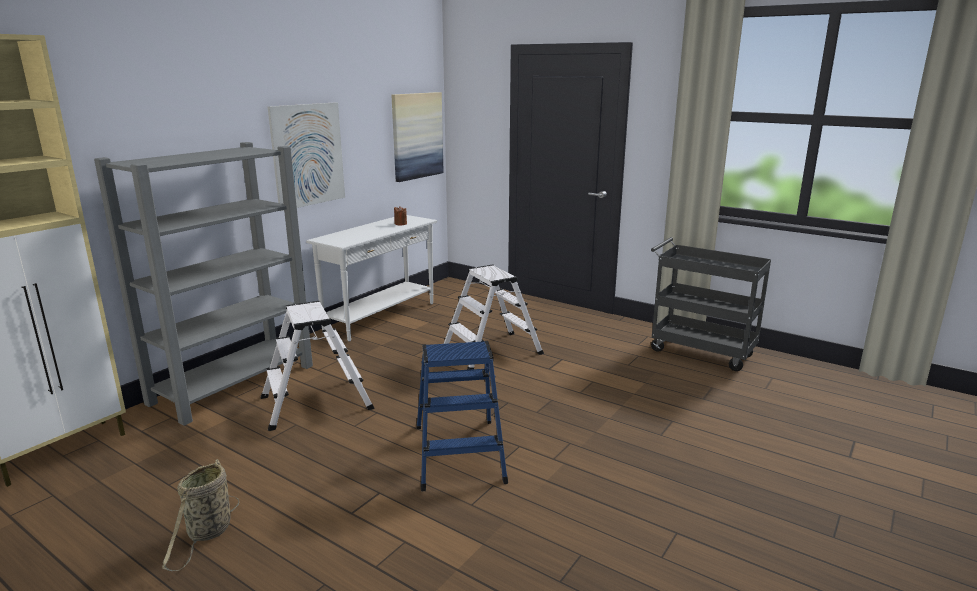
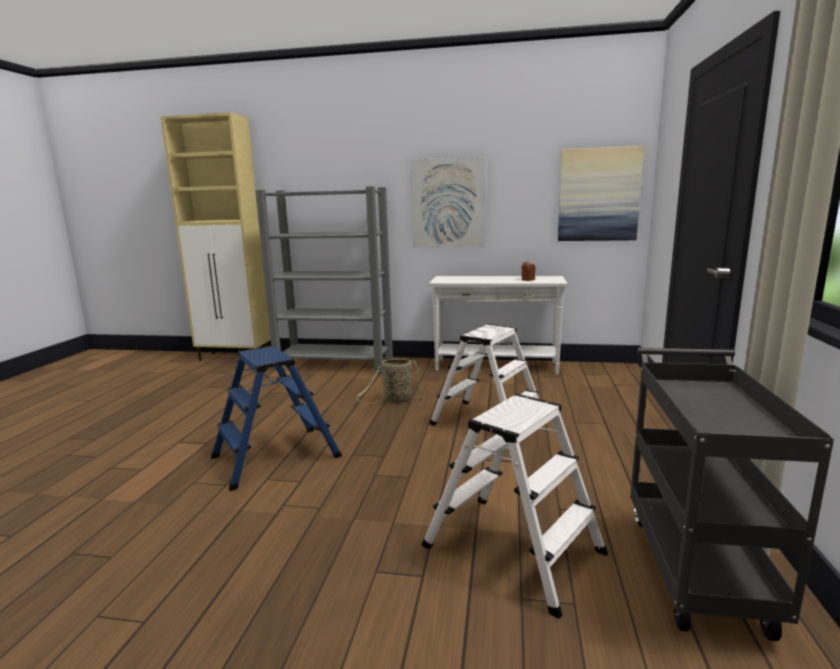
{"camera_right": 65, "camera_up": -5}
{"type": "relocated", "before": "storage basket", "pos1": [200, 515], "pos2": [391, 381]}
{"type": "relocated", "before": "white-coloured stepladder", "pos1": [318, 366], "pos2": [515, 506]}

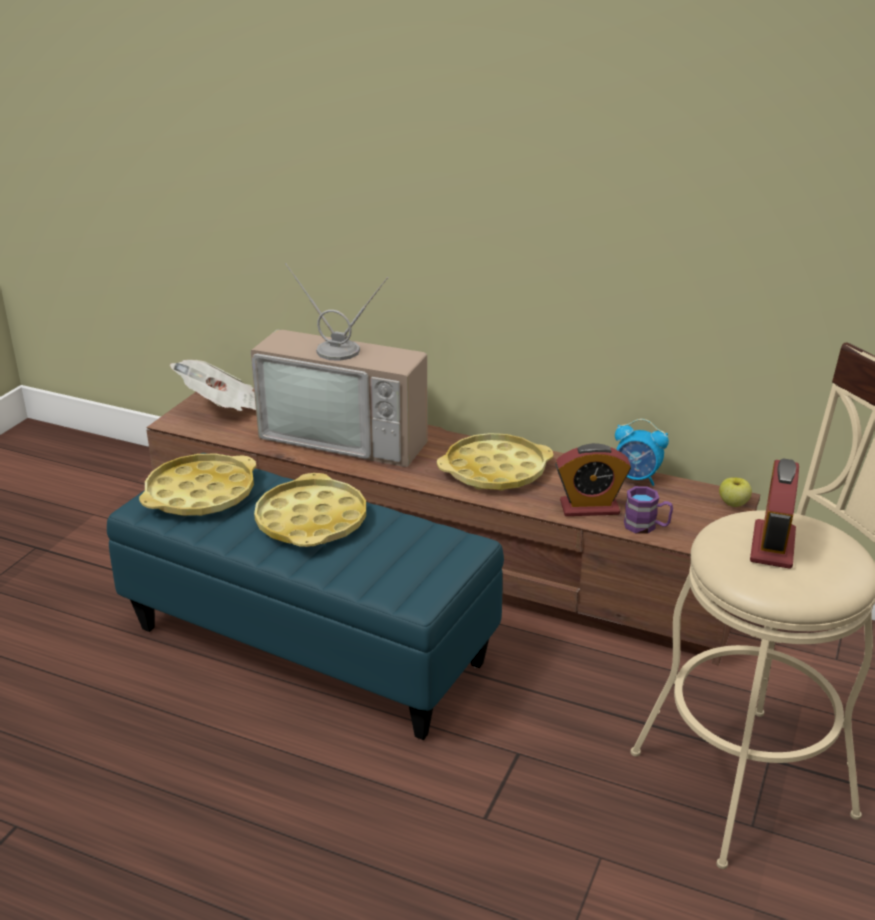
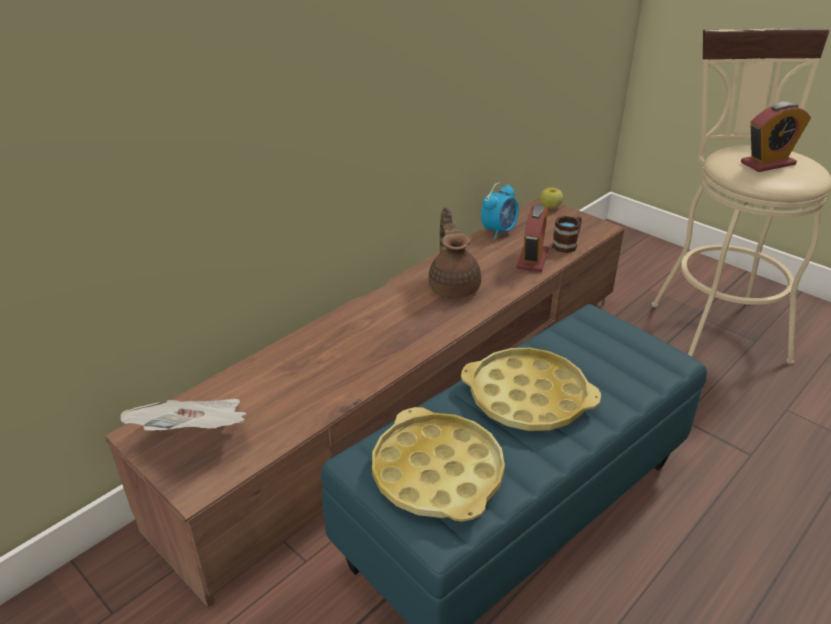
{"camera_right": -70, "camera_up": 5}
{"type": "exchanged", "before": "yellow-coloured carrying tray", "after": "brown-coloured teapot", "pos1": [495, 462], "pos2": [454, 253]}
{"type": "colour", "before": "purple-coloured mug", "after": "brown-coloured mug", "pos1": [648, 510], "pos2": [567, 234]}
{"type": "spun", "before": "bedside clock", "pos1": [774, 513], "pos2": [776, 136], "turn": -60}
{"type": "missing", "before": "TV", "pos1": [339, 365]}

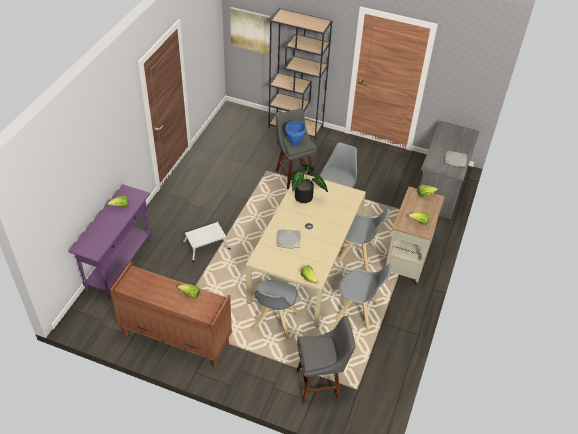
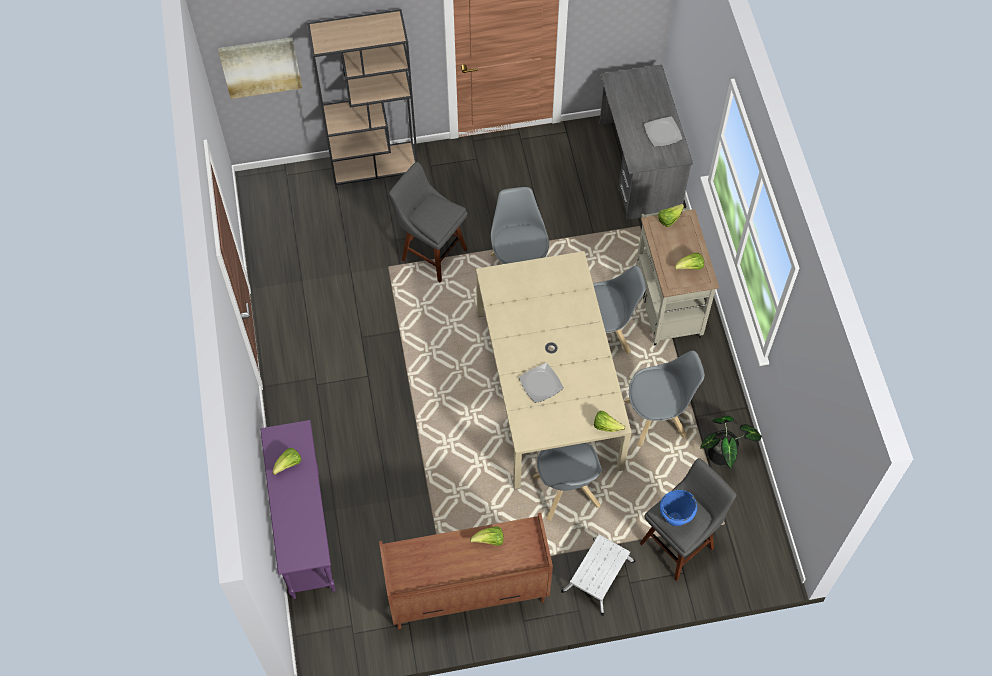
{"camera_right": -30, "camera_up": 15}
{"type": "relocated", "before": "white-coloured stepladder", "pos1": [206, 242], "pos2": [598, 575]}
{"type": "relocated", "before": "blue cooking pot", "pos1": [295, 133], "pos2": [678, 508]}
{"type": "relocated", "before": "plant in a pot", "pos1": [308, 183], "pos2": [731, 442]}

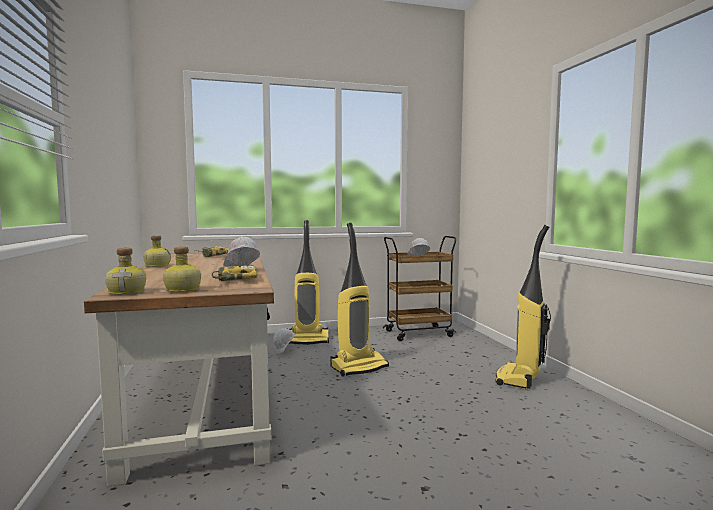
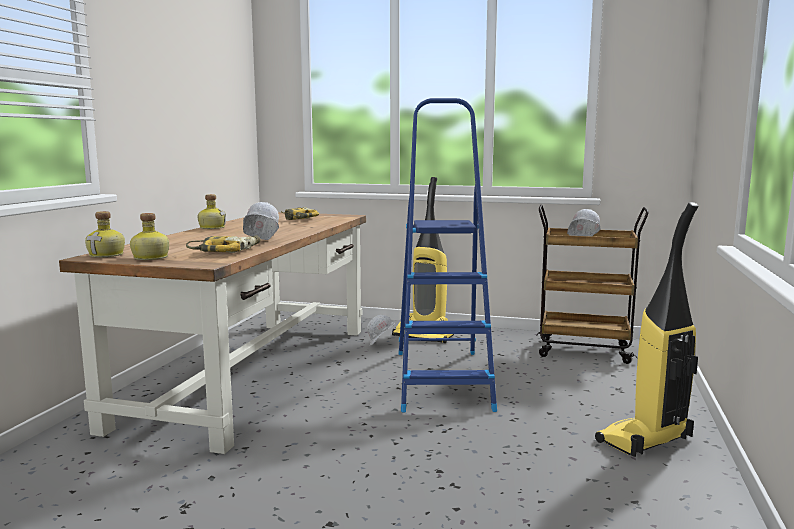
{"camera_right": 30, "camera_up": 5}
{"type": "exchanged", "before": "vacuum cleaner", "after": "blue stepladder", "pos1": [359, 300], "pos2": [448, 255]}

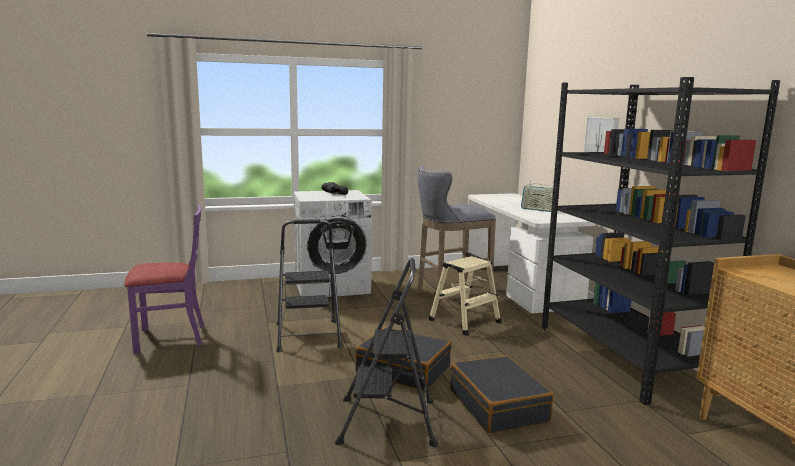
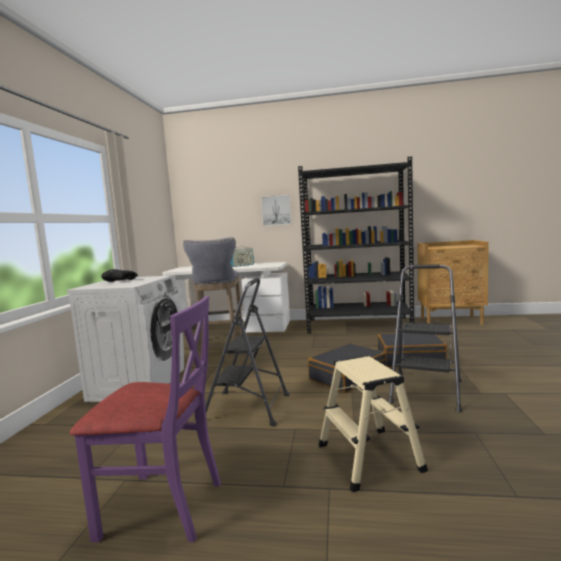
{"camera_right": -65, "camera_up": -5}
{"type": "spun", "before": "purple-coloured plain chair", "pos1": [164, 279], "pos2": [145, 419], "turn": 90}
{"type": "relocated", "before": "beige stepladder", "pos1": [464, 296], "pos2": [373, 423]}

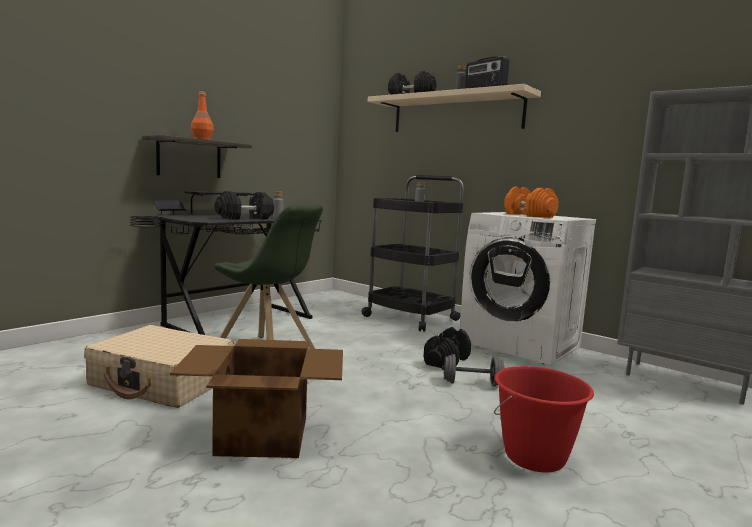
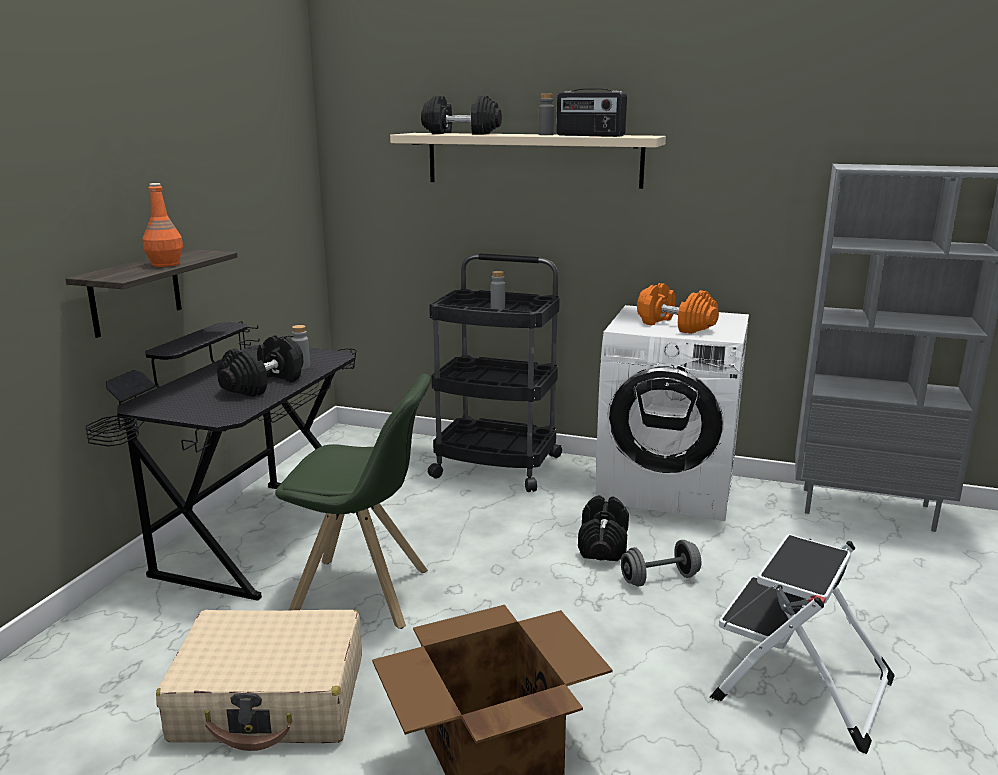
{"camera_right": -20, "camera_up": 10}
{"type": "exchanged", "before": "reddish water bucket", "after": "stepladder", "pos1": [544, 419], "pos2": [802, 644]}

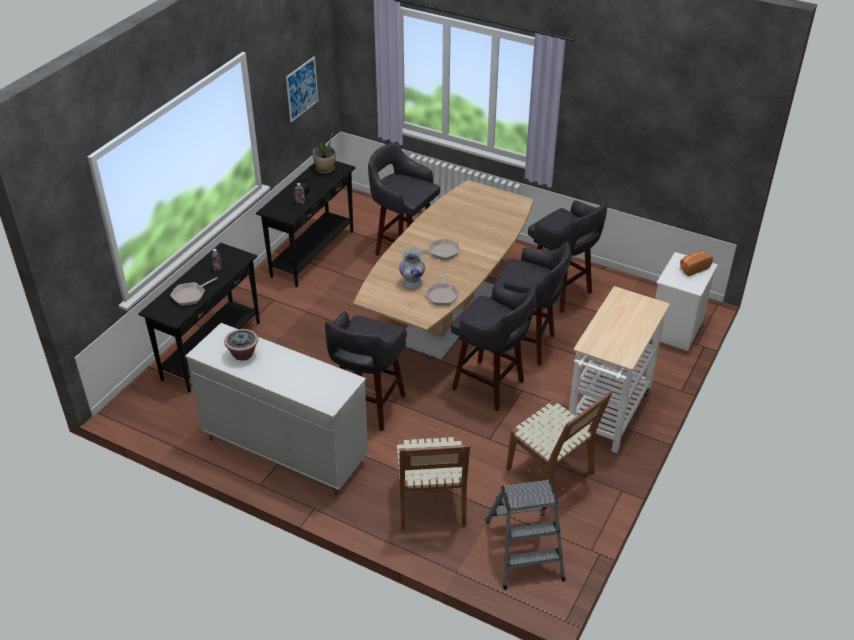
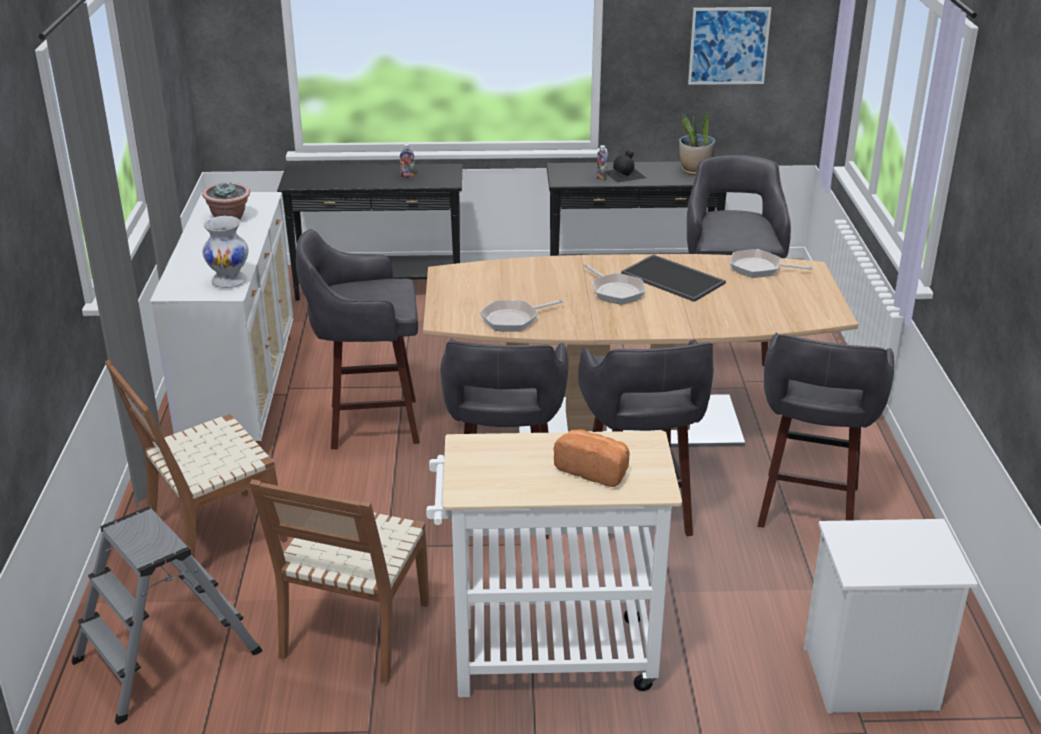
{"camera_right": 60, "camera_up": -10}
{"type": "relocated", "before": "white-coloured decorative vase", "pos1": [412, 268], "pos2": [225, 252]}
{"type": "relocated", "before": "baked bread", "pos1": [696, 263], "pos2": [592, 458]}
{"type": "appeared", "after": "carrying tray", "pos2": [673, 278]}
{"type": "relocated", "before": "frying pan", "pos1": [194, 291], "pos2": [771, 263]}

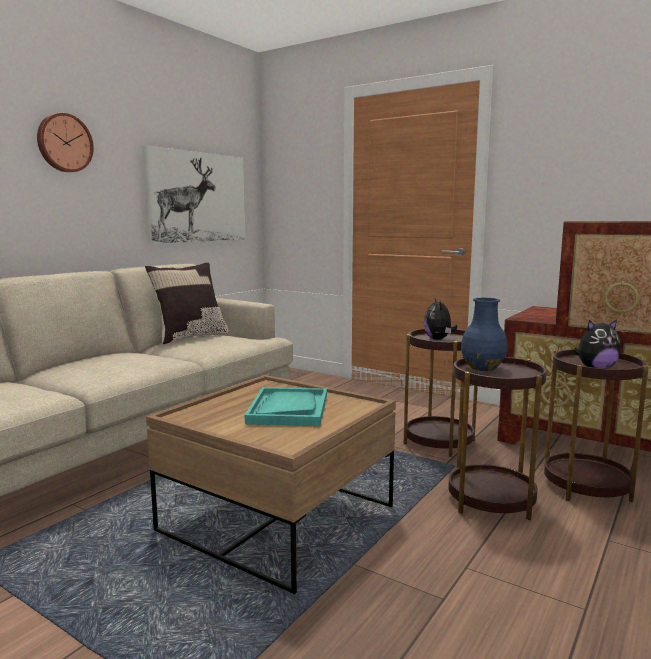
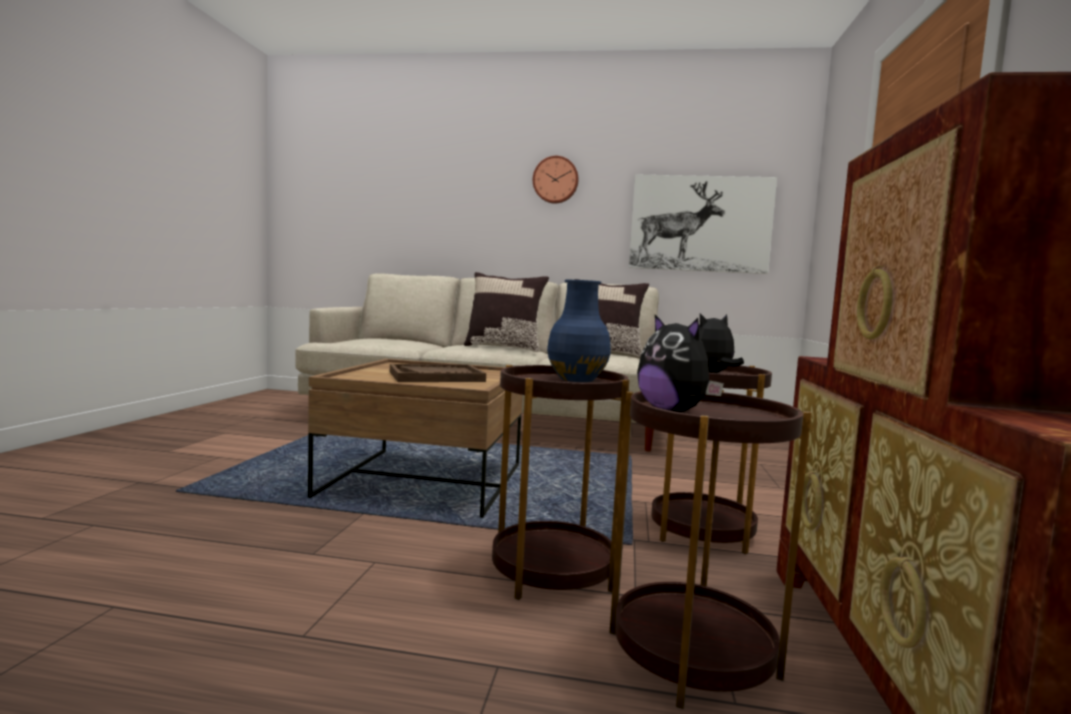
{"camera_right": 65, "camera_up": -5}
{"type": "colour", "before": "turquoise carrying tray", "after": "brown-coloured carrying tray", "pos1": [286, 406], "pos2": [438, 373]}
{"type": "appeared", "after": "throw pillow", "pos2": [506, 312]}

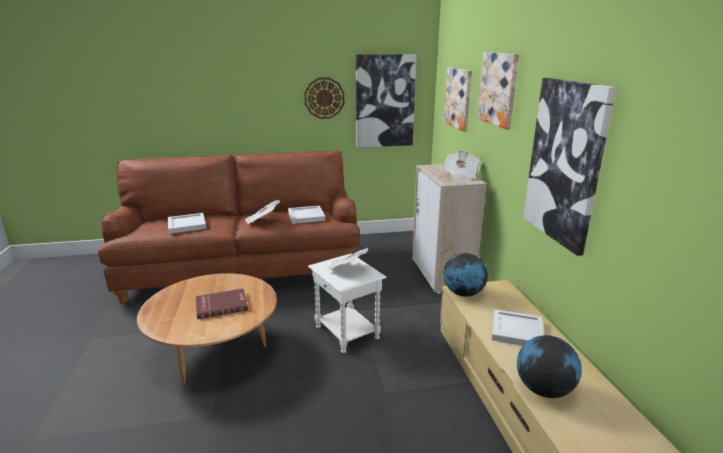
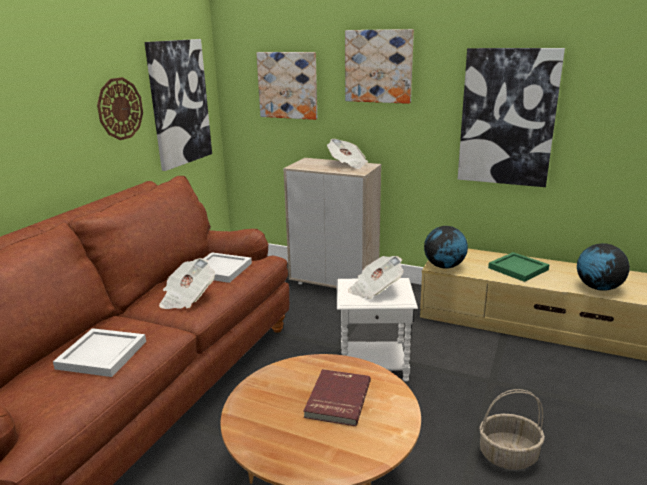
{"camera_right": -55, "camera_up": 0}
{"type": "appeared", "after": "storage basket", "pos2": [512, 429]}
{"type": "colour", "before": "white-coloured carrying tray", "after": "greenish carrying tray", "pos1": [517, 327], "pos2": [518, 267]}

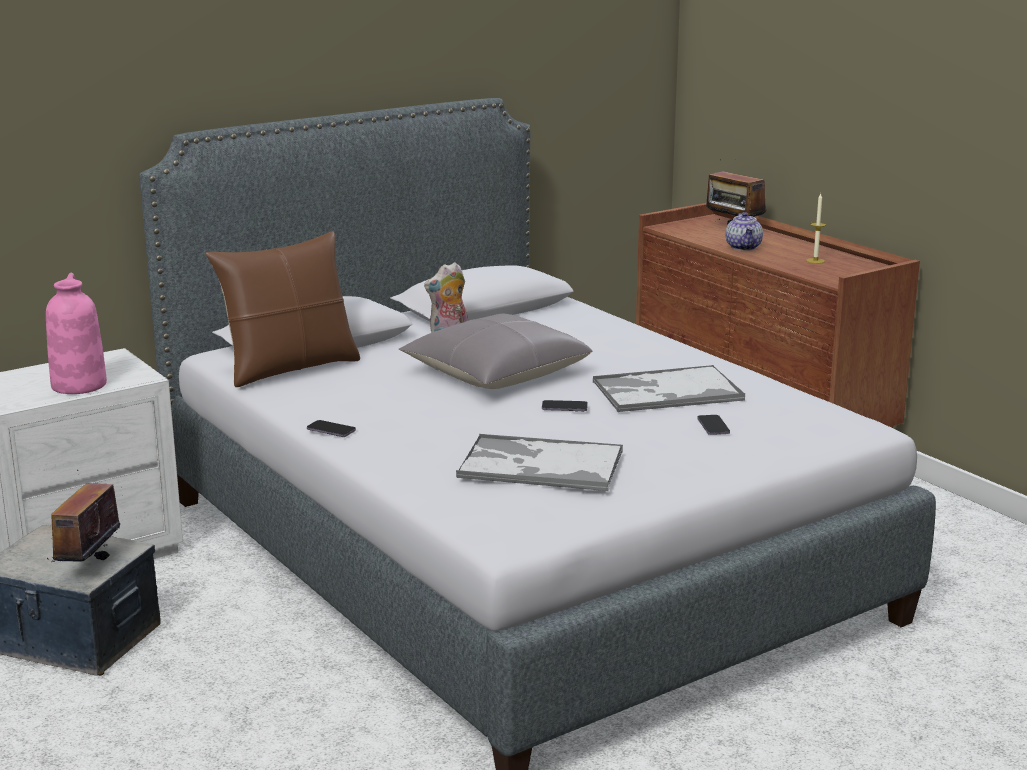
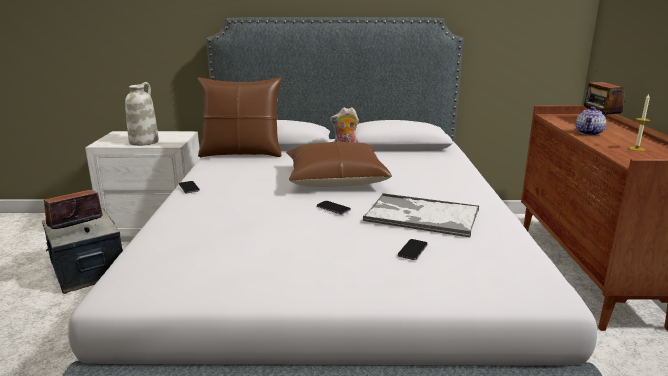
{"camera_right": 35, "camera_up": 0}
{"type": "colour", "before": "pink-coloured decorative vase", "after": "white-coloured decorative vase", "pos1": [76, 333], "pos2": [142, 114]}
{"type": "colour", "before": "greyish throw pillow", "after": "brown-coloured throw pillow", "pos1": [495, 351], "pos2": [339, 164]}
{"type": "missing", "before": "carrying tray", "pos1": [539, 462]}

